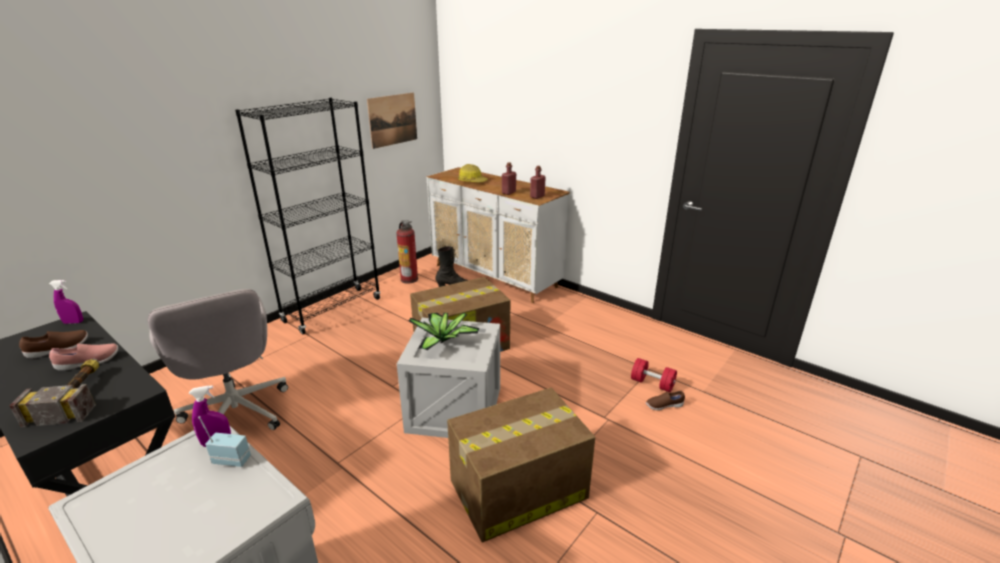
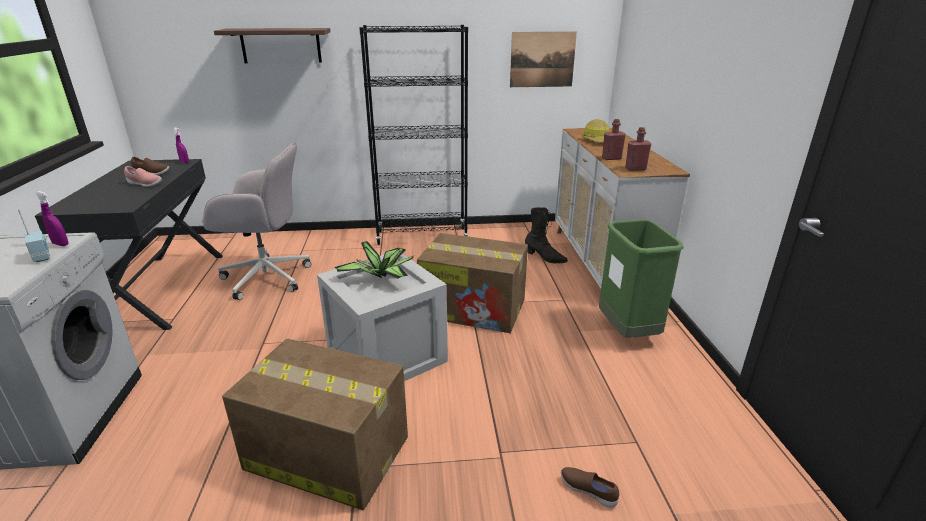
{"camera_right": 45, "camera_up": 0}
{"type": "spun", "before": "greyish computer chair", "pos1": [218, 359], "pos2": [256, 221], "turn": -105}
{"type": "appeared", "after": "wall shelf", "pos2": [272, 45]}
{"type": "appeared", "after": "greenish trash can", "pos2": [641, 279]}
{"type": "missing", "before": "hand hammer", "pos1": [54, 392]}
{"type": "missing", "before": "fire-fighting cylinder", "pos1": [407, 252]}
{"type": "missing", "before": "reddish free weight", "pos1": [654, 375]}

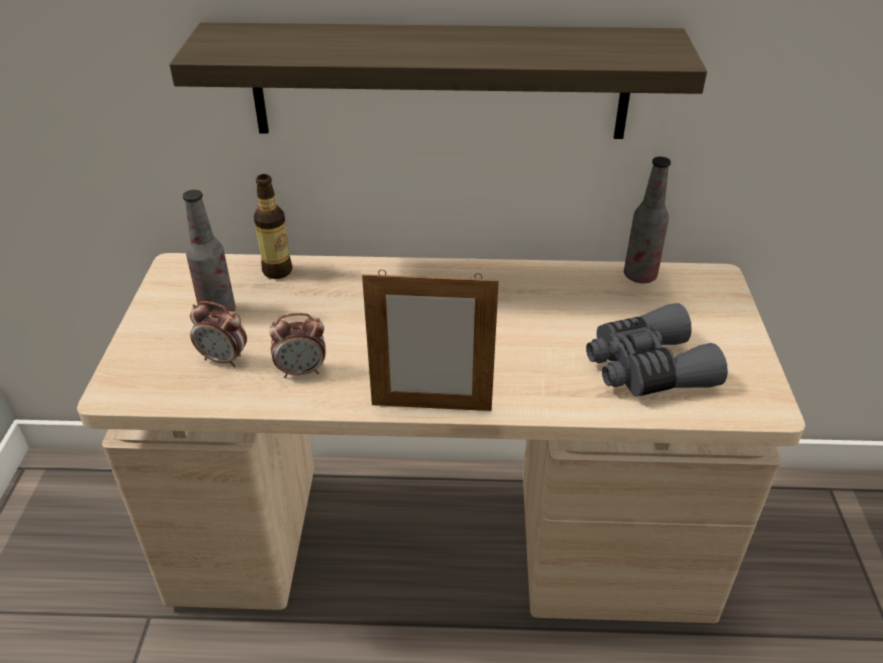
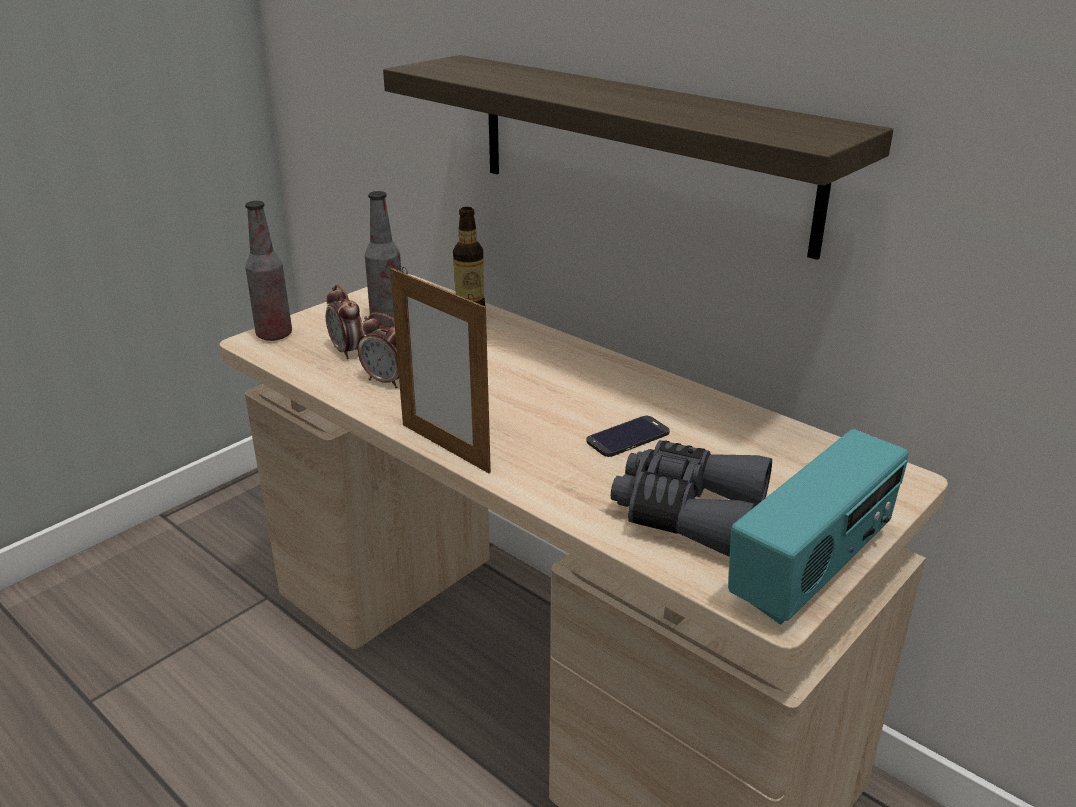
{"camera_right": 40, "camera_up": -10}
{"type": "relocated", "before": "bottle", "pos1": [647, 220], "pos2": [268, 271]}
{"type": "appeared", "after": "phone", "pos2": [628, 436]}
{"type": "appeared", "after": "radio receiver", "pos2": [818, 527]}

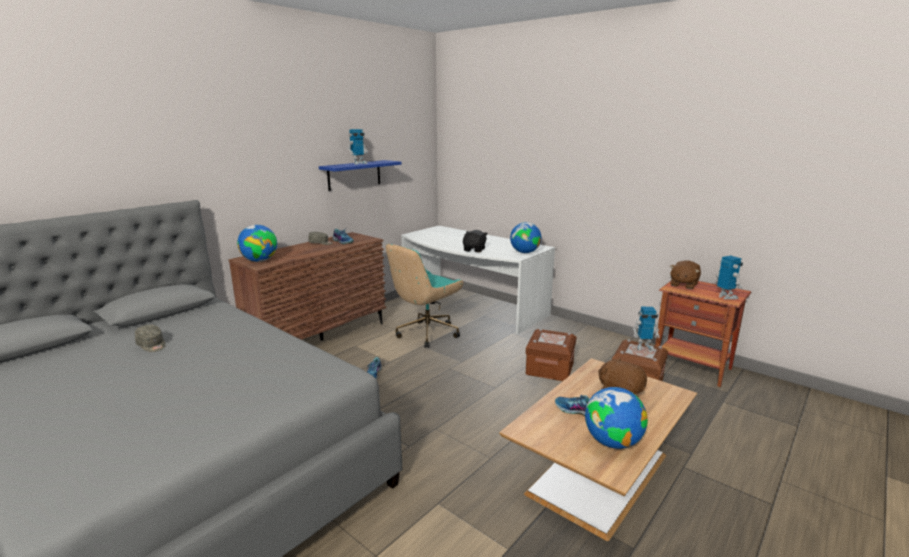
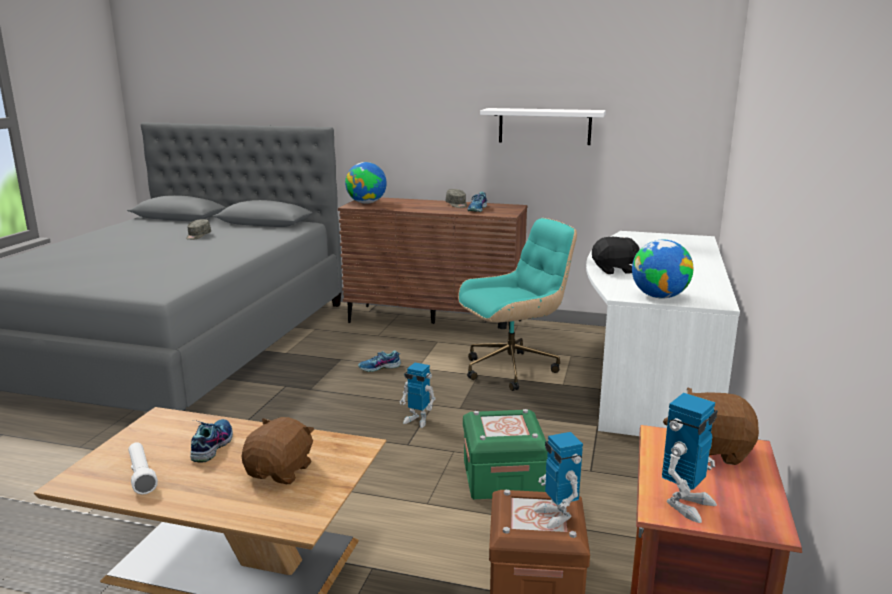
{"camera_right": 65, "camera_up": 0}
{"type": "exchanged", "before": "globe", "after": "white-coloured torch", "pos1": [616, 418], "pos2": [143, 468]}
{"type": "relocated", "before": "toy robot", "pos1": [358, 147], "pos2": [418, 395]}
{"type": "spun", "before": "turquoise computer chair", "pos1": [424, 296], "pos2": [517, 304], "turn": 135}
{"type": "colour", "before": "brown-coloured storage container", "after": "greenish storage container", "pos1": [551, 355], "pos2": [505, 454]}
{"type": "colour", "before": "blue wall shelf", "after": "white-coloured wall shelf", "pos1": [360, 175], "pos2": [543, 126]}

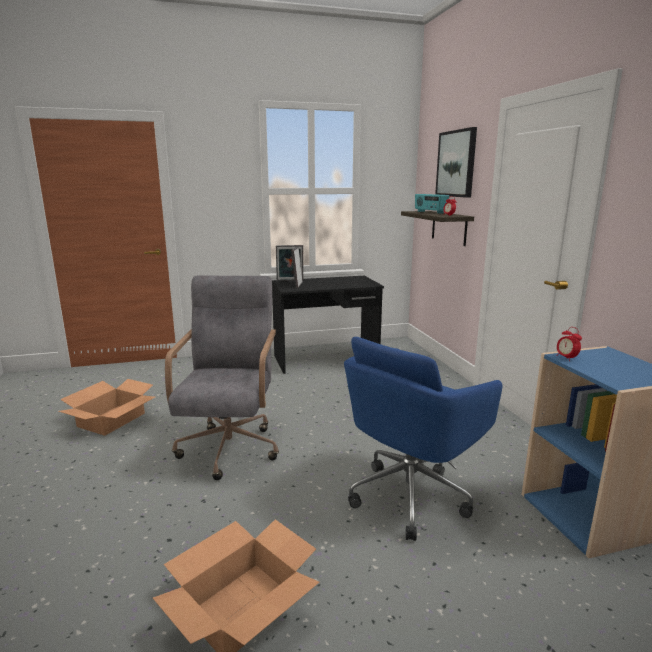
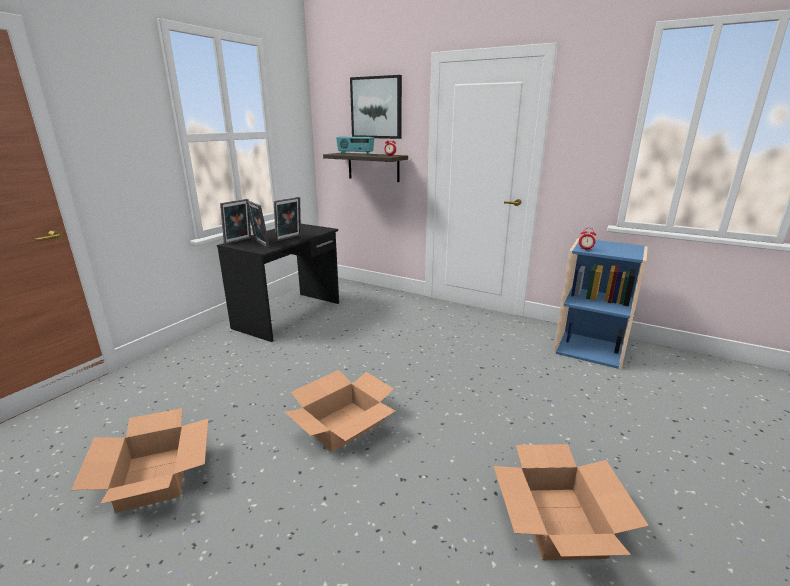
{"camera_right": -45, "camera_up": 5}
{"type": "appeared", "after": "standing frame", "pos2": [287, 219]}
{"type": "exchanged", "before": "greyish computer chair", "after": "cardboard box", "pos1": [222, 377], "pos2": [340, 411]}
{"type": "missing", "before": "blue computer chair", "pos1": [423, 439]}

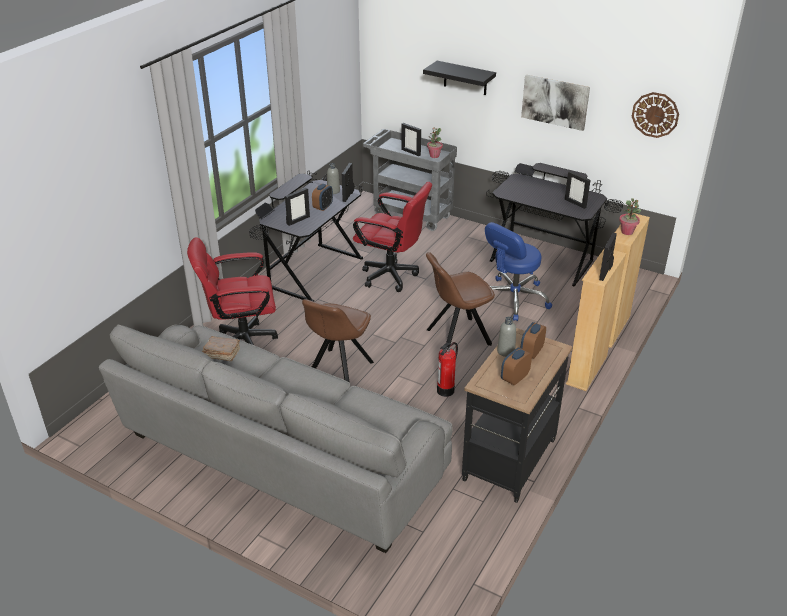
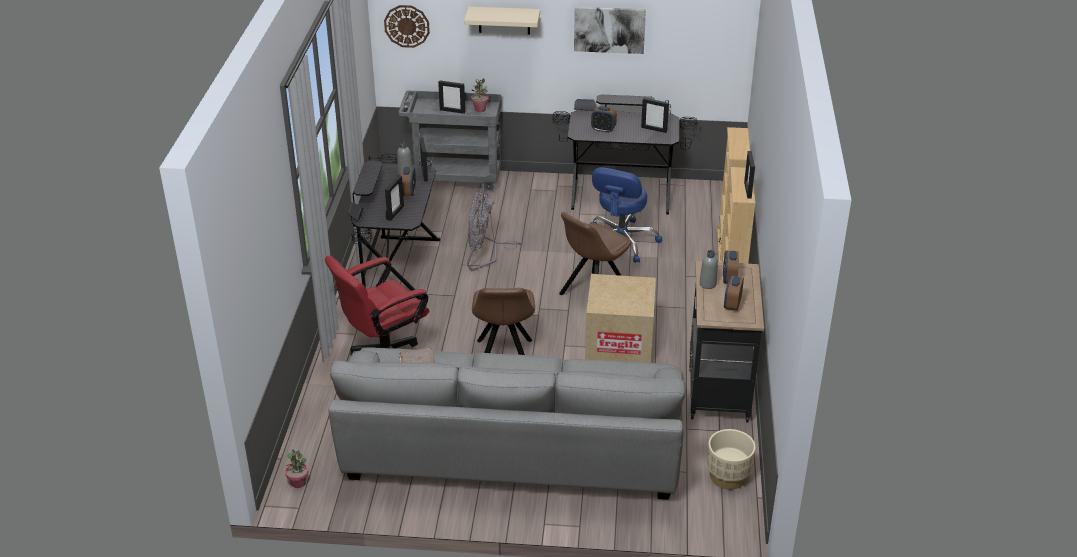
{"camera_right": -25, "camera_up": 0}
{"type": "relocated", "before": "plant in a pot", "pos1": [630, 216], "pos2": [297, 468]}
{"type": "relocated", "before": "hanging clock", "pos1": [655, 115], "pos2": [407, 26]}
{"type": "colour", "before": "black-coloured wall shelf", "after": "beige wall shelf", "pos1": [459, 78], "pos2": [502, 21]}
{"type": "exchanged", "before": "reddish computer chair", "after": "greyish cooling fan", "pos1": [392, 237], "pos2": [495, 230]}
{"type": "exchanged", "before": "fire-fighting cylinder", "after": "cardboard box", "pos1": [447, 369], "pos2": [620, 318]}
{"type": "appeared", "after": "bedside clock", "pos2": [604, 119]}
{"type": "appeared", "after": "beige flower pot", "pos2": [731, 459]}

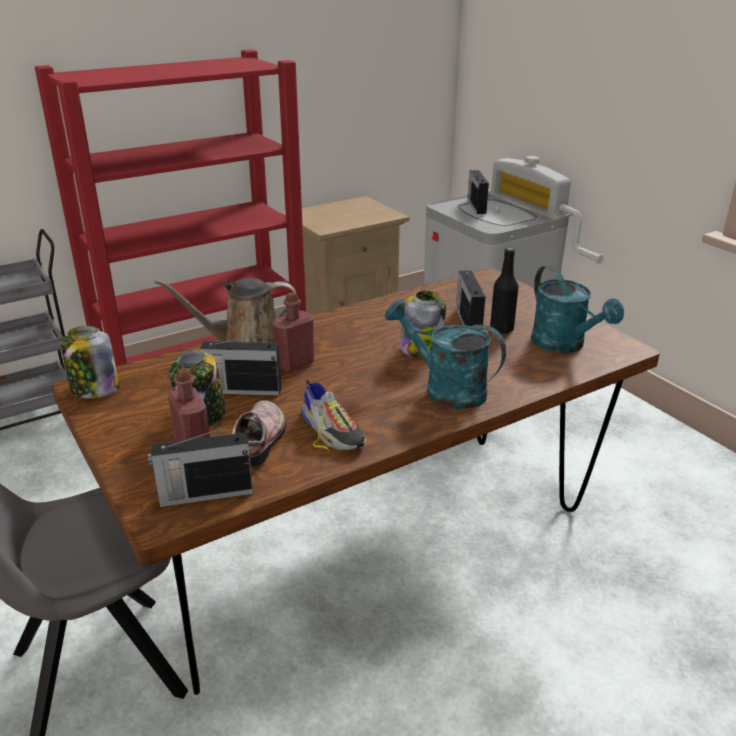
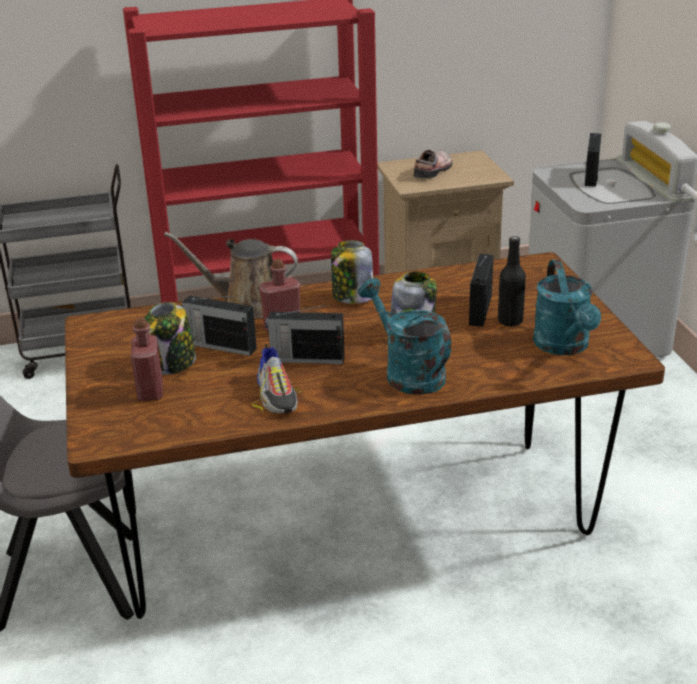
{"camera_right": 20, "camera_up": 0}
{"type": "relocated", "before": "radio receiver", "pos1": [200, 466], "pos2": [305, 334]}
{"type": "relocated", "before": "storage jar", "pos1": [90, 362], "pos2": [352, 272]}
{"type": "relocated", "before": "shoe", "pos1": [258, 433], "pos2": [432, 164]}

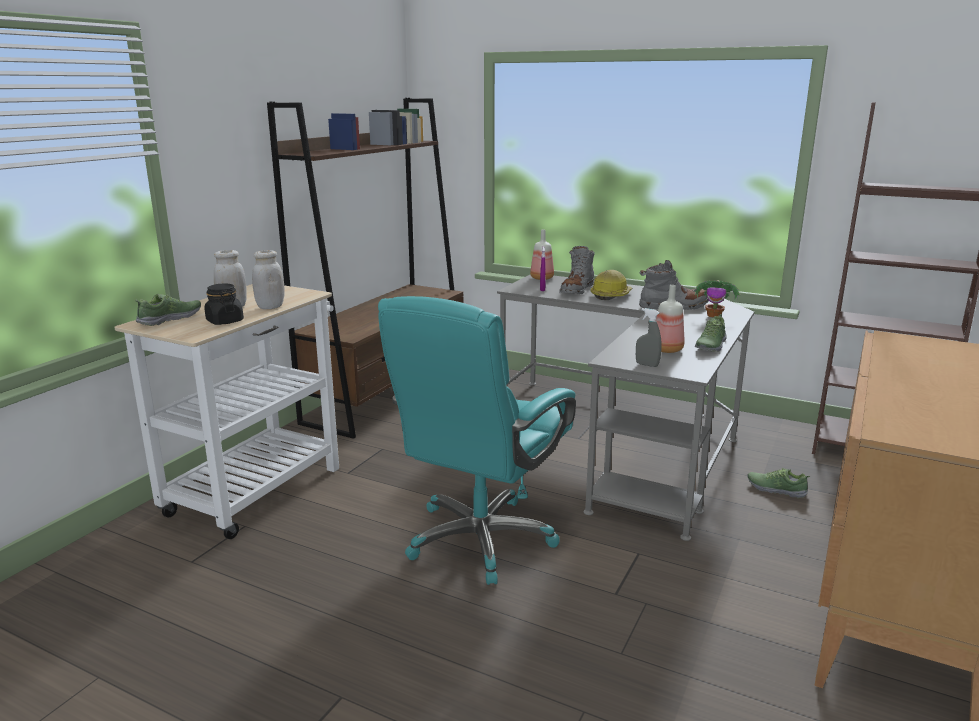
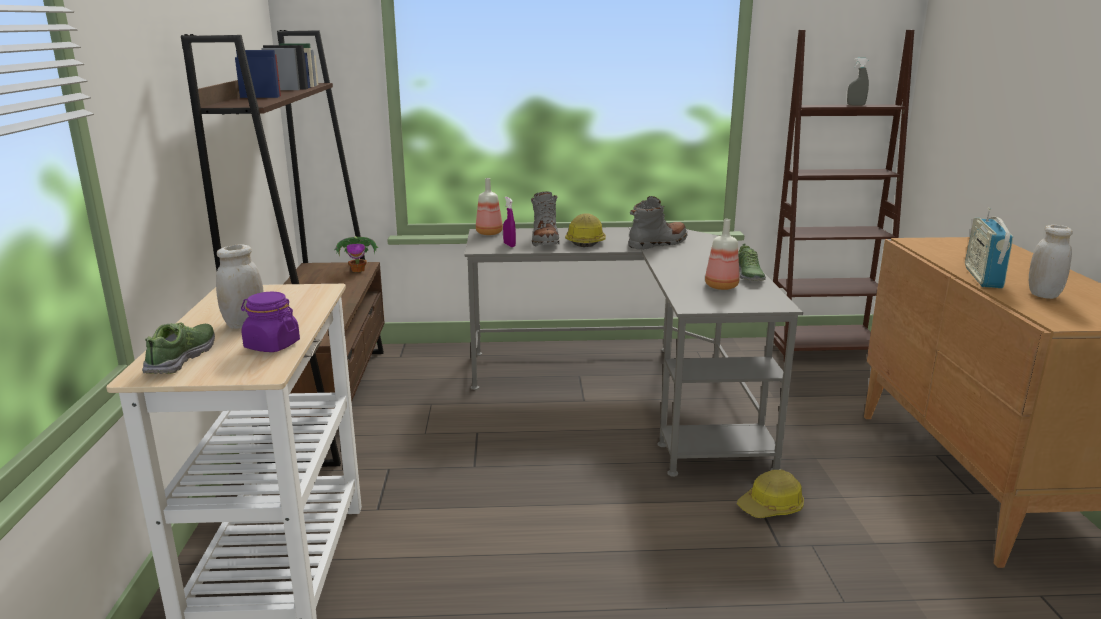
{"camera_right": -30, "camera_up": 0}
{"type": "colour", "before": "black-coloured storage jar", "after": "purple-coloured storage jar", "pos1": [224, 304], "pos2": [270, 322]}
{"type": "relocated", "before": "plant in a pot", "pos1": [717, 299], "pos2": [356, 254]}
{"type": "appeared", "after": "hard hat", "pos2": [770, 494]}
{"type": "relocated", "before": "greyish spray bottle", "pos1": [649, 337], "pos2": [858, 81]}
{"type": "appeared", "after": "radio receiver", "pos2": [989, 248]}
{"type": "relocated", "before": "white-coloured storage jar", "pos1": [268, 279], "pos2": [1051, 262]}
{"type": "missing", "before": "turquoise computer chair", "pos1": [477, 440]}
{"type": "missing", "before": "shoe", "pos1": [778, 483]}

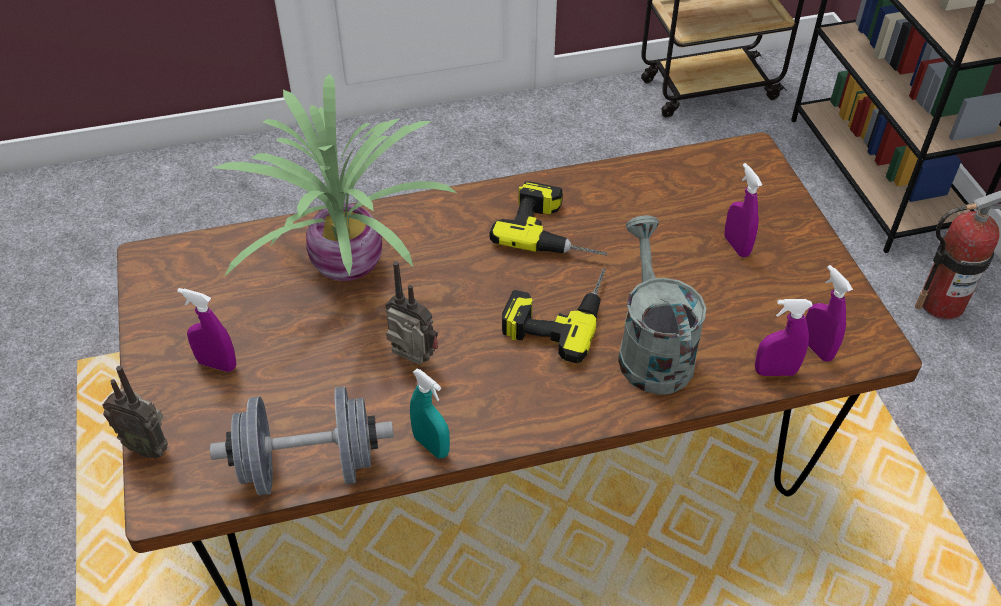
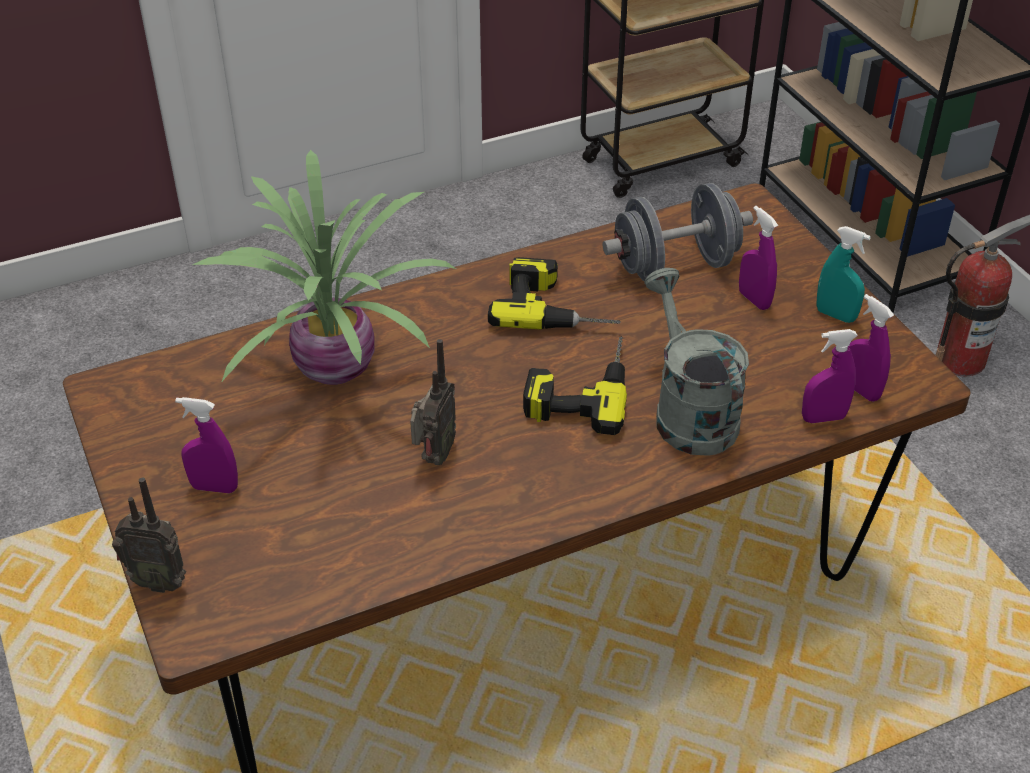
{"camera_right": -10, "camera_up": -5}
{"type": "spun", "before": "radio receiver", "pos1": [412, 313], "pos2": [433, 402], "turn": 90}
{"type": "relocated", "before": "greyish free weight", "pos1": [302, 440], "pos2": [678, 232]}
{"type": "relocated", "before": "turquoise spray bottle", "pos1": [430, 413], "pos2": [843, 274]}

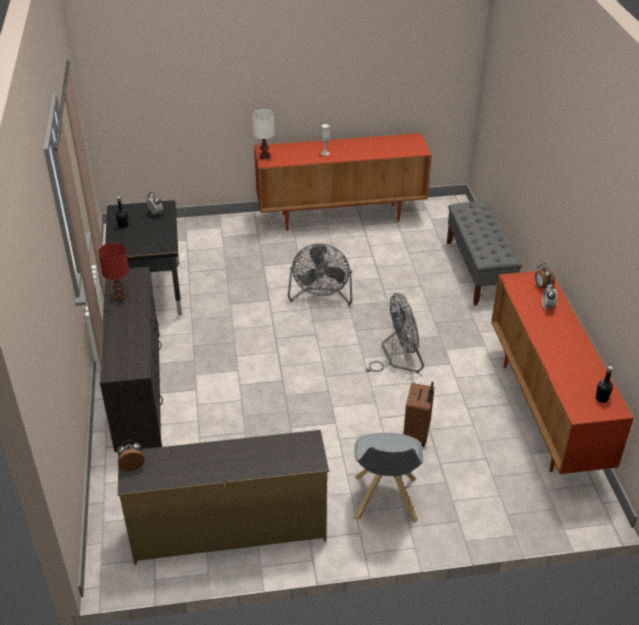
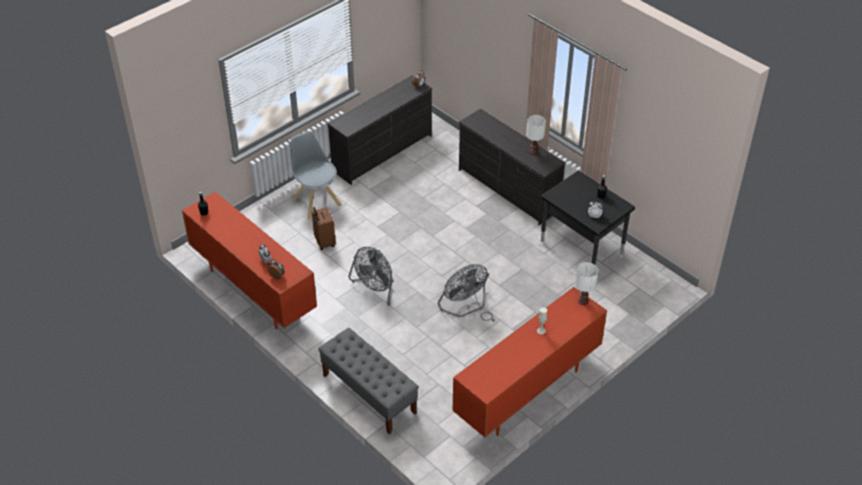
{"camera_right": 145, "camera_up": 5}
{"type": "colour", "before": "reddish lamp for a table", "after": "white-coloured lamp for a table", "pos1": [113, 272], "pos2": [536, 135]}

